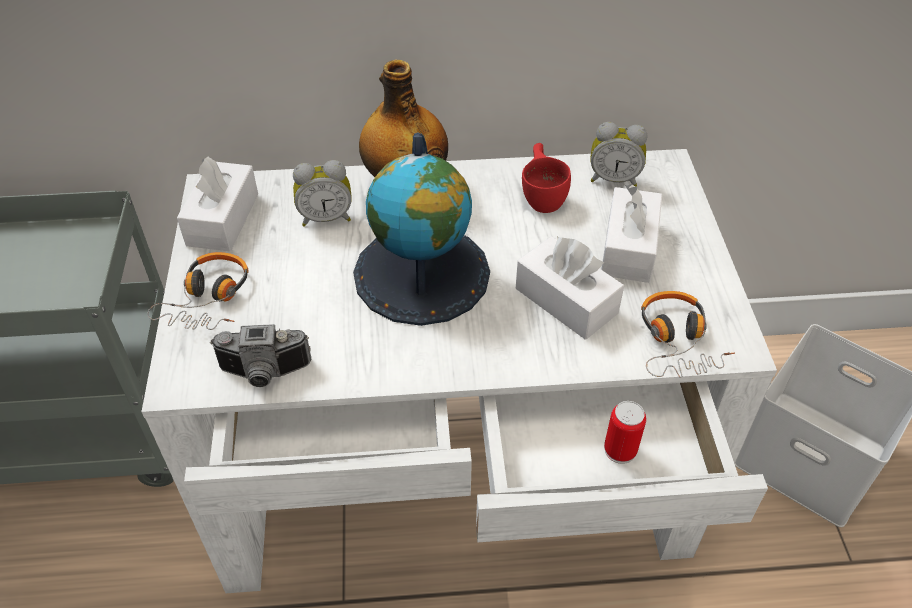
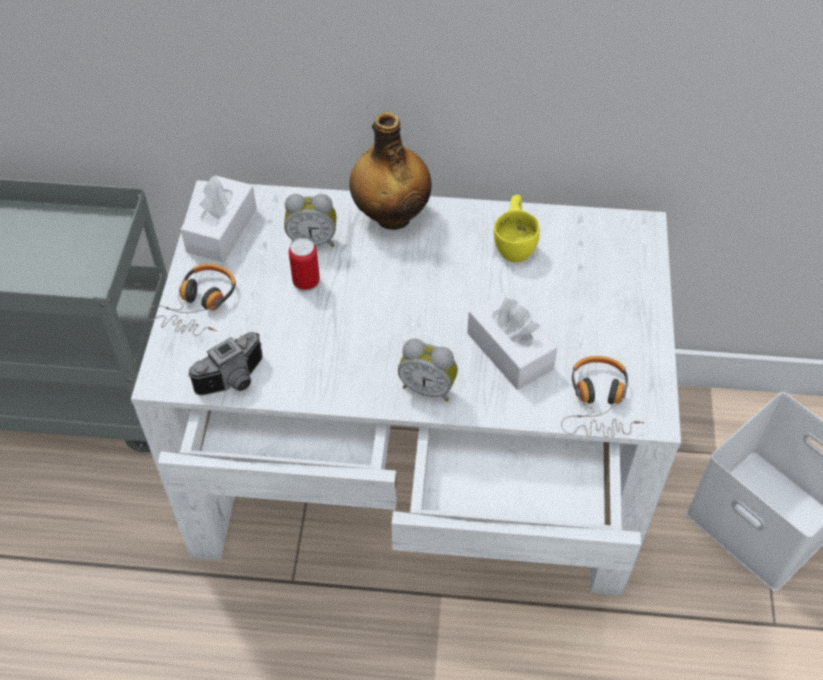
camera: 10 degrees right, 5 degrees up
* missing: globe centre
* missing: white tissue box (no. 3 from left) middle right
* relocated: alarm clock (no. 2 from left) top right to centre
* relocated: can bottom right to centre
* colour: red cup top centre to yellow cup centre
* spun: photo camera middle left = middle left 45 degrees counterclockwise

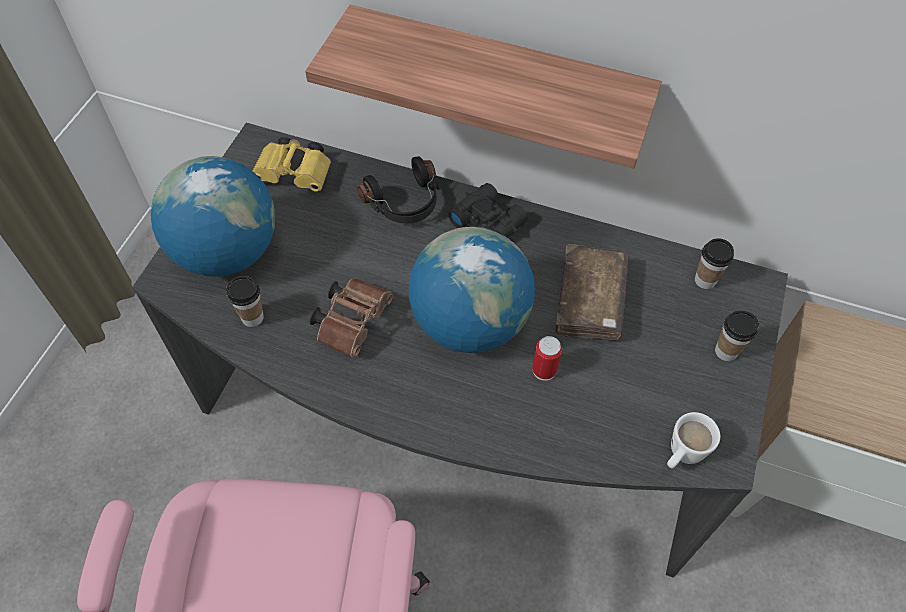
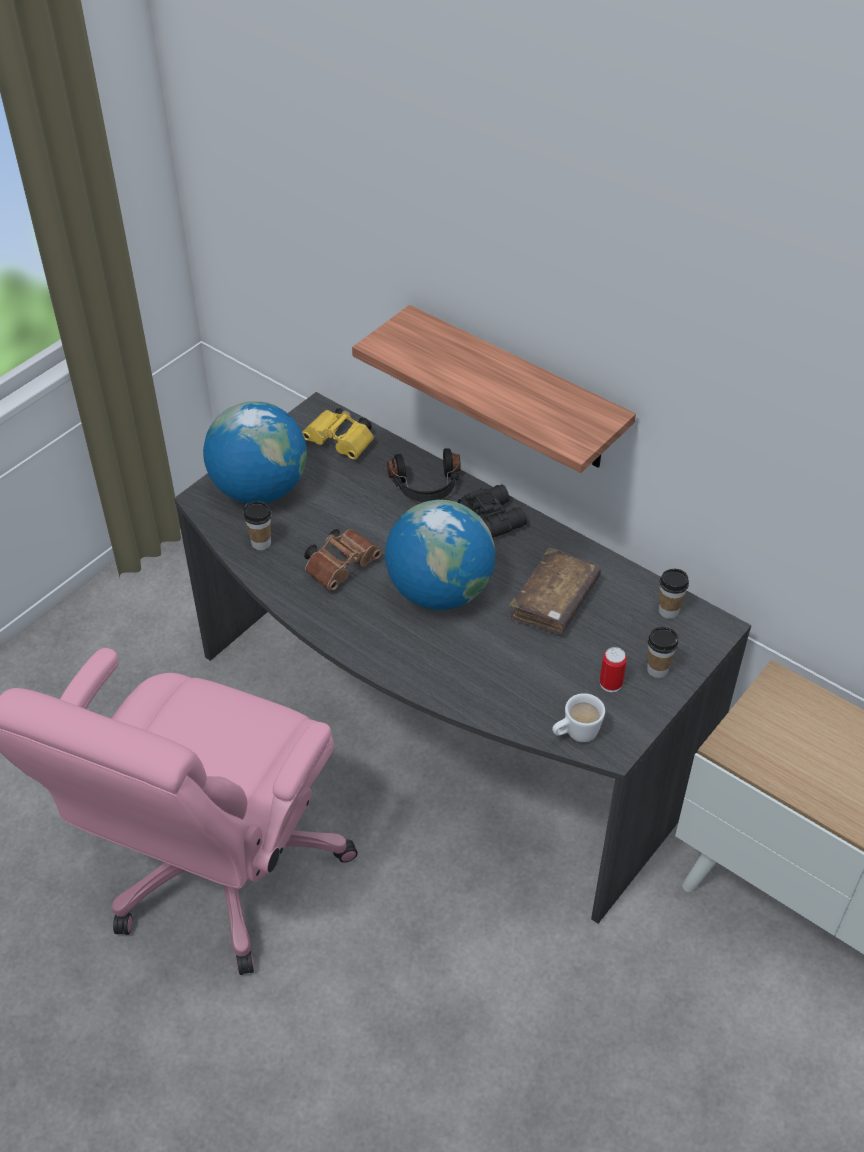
camera: 20 degrees right, 10 degrees down
* relocated: can centre to middle right

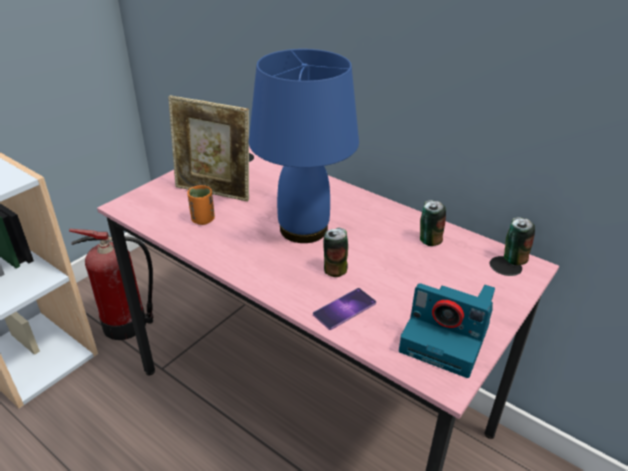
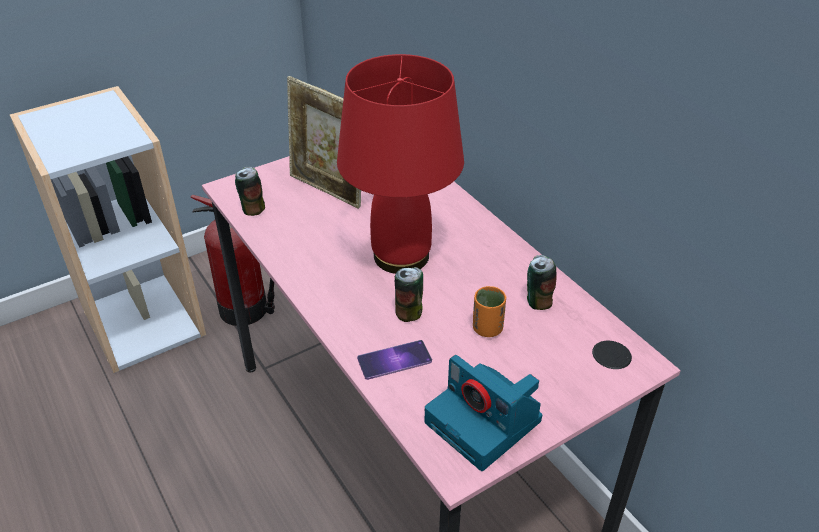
camera: 20 degrees right, 5 degrees up
* relocated: orange cup middle left to centre
* relocated: can (no. 3 from left in the first image) middle right to can (no. 1 from left) middle left
* colour: blue table lamp top centre to red table lamp top centre

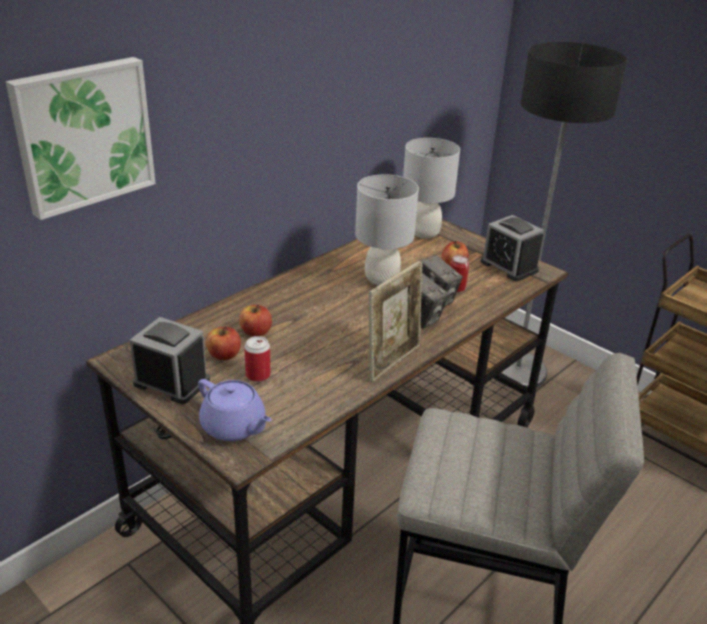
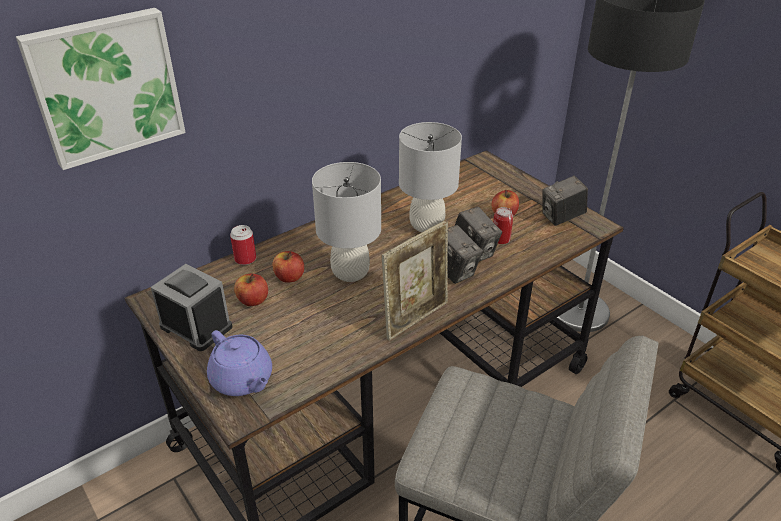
camera: 10 degrees right, 5 degrees up
* relocated: can (no. 1 from left) centre to middle left
* relocated: grey table lamp (no. 2 from left in the first image) top centre to grey table lamp (no. 1 from left) centre
* exchanged: alarm clock (no. 2 from left) middle right to photo camera (no. 3 from left) middle right

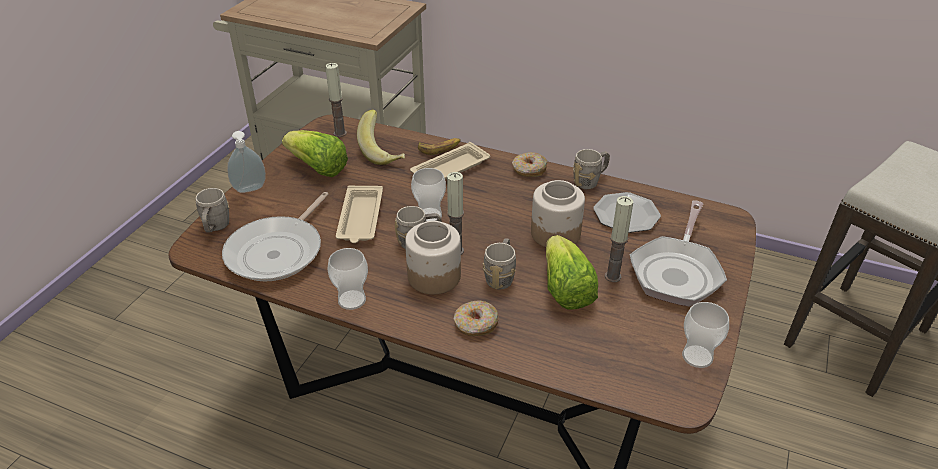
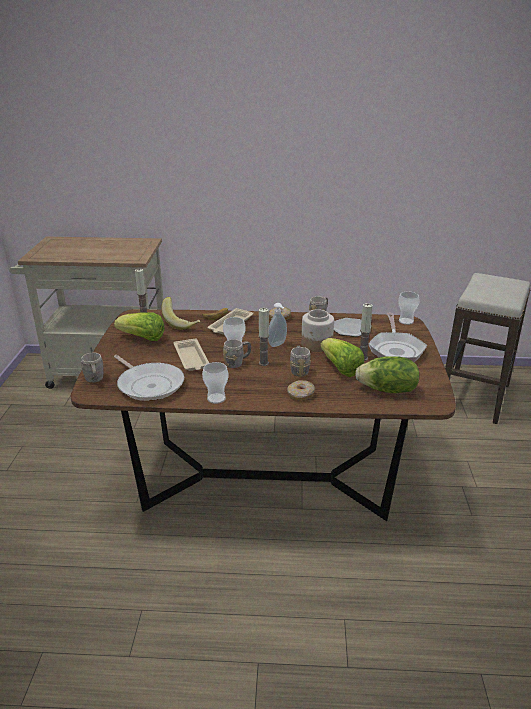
camera: 20 degrees left, 10 degrees down
* missing: jar (no. 1 from left) centre
* appeared: lettuce (no. 3 from left) middle right
* relocated: soap dispenser middle left to centre
* relocated: cup (no. 3 from left) bottom right to middle right
* spun: frying pan (no. 1 from left) middle left = middle left 45 degrees counterclockwise

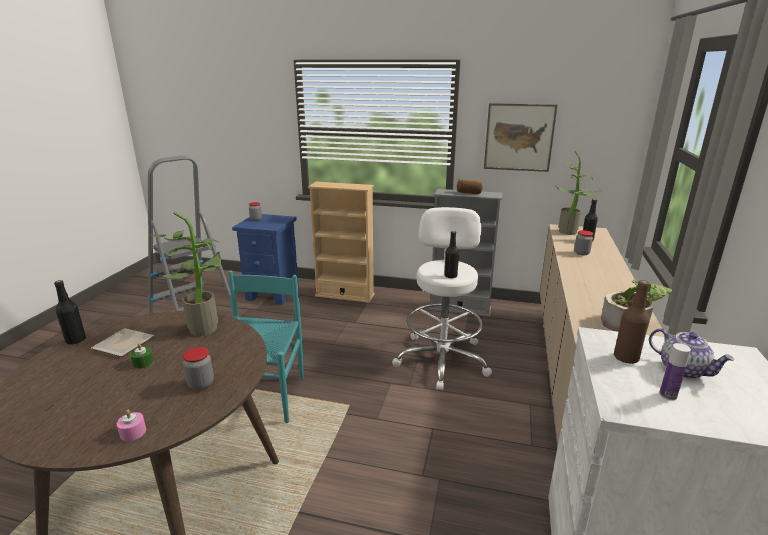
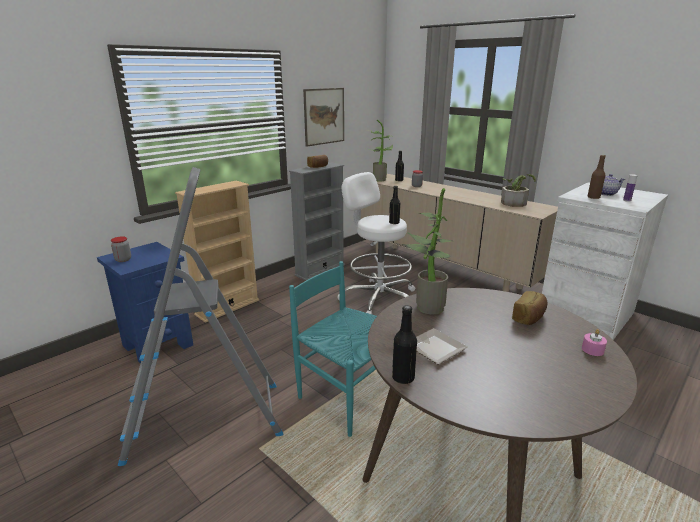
camera: 60 degrees left, 0 degrees up
* missing: green candle middle left
* exchanged: jar (no. 1 from left) bottom left to bread (no. 2 from left) middle right

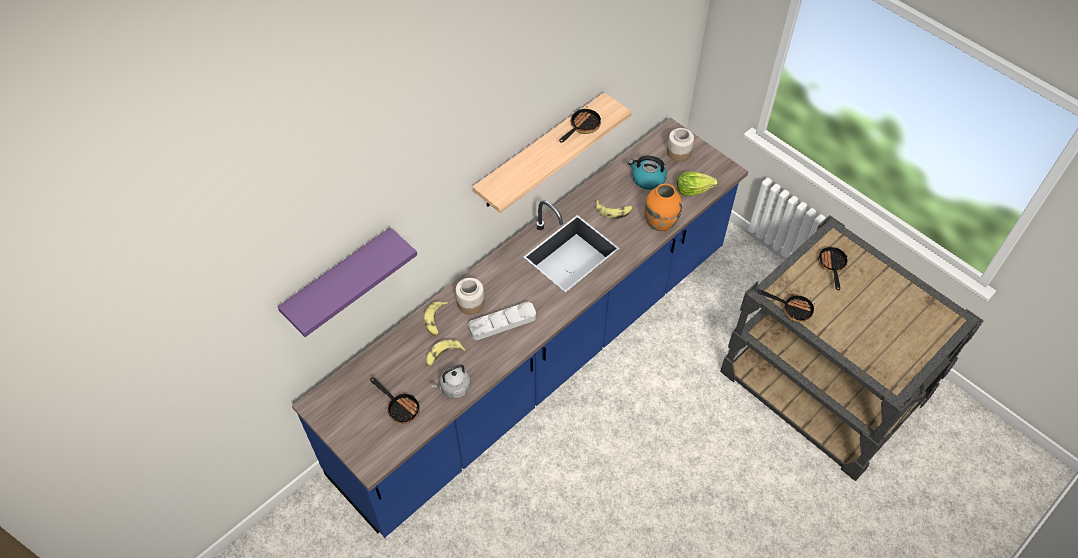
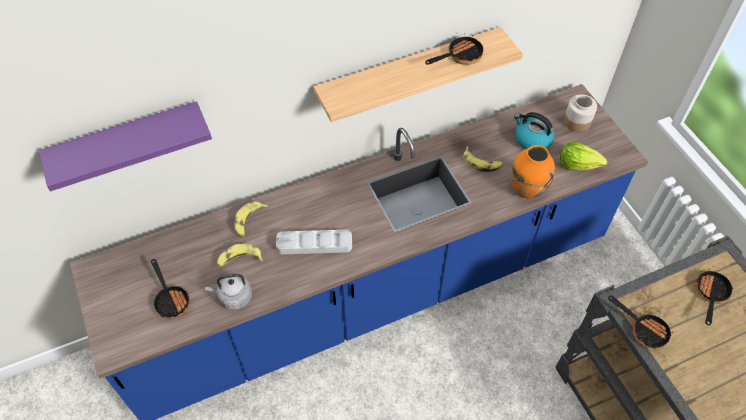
camera: 20 degrees right, 0 degrees up
* missing: jar (no. 1 from left) centre

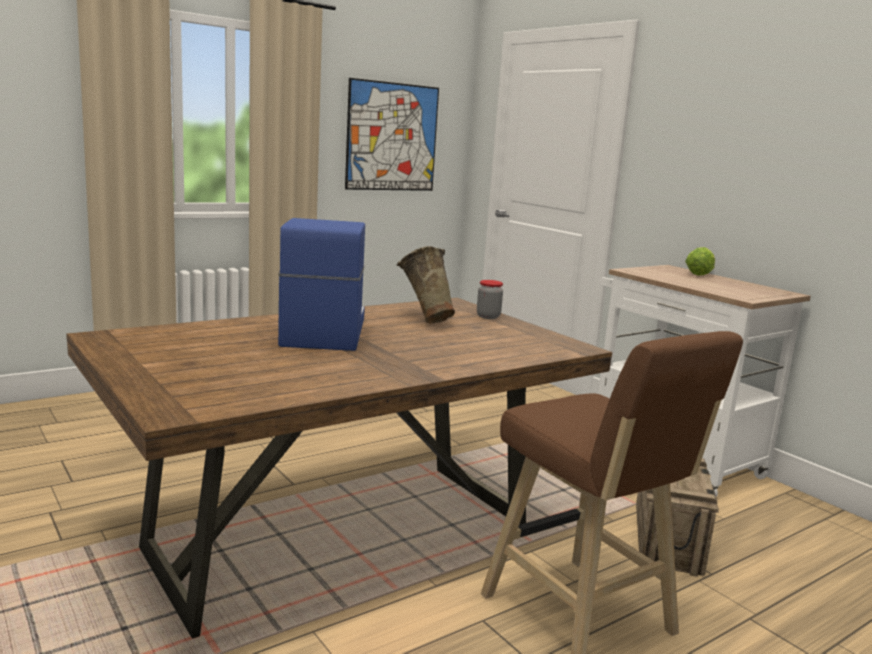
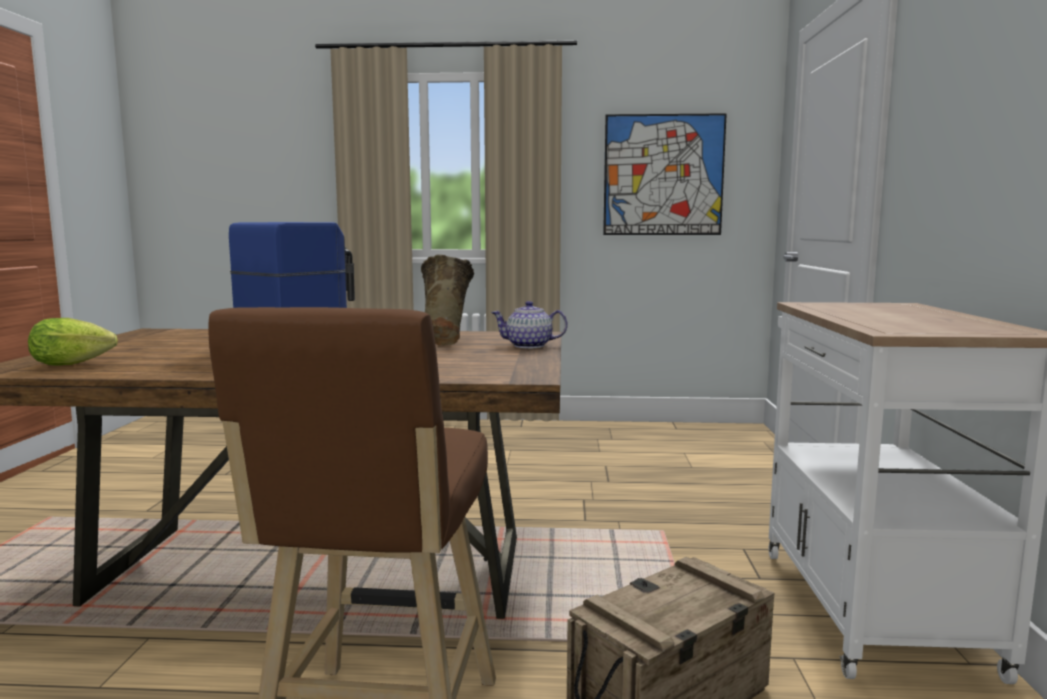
camera: 40 degrees right, 5 degrees down
* relocated: lettuce middle right to middle left
* exchanged: jar centre to teapot centre

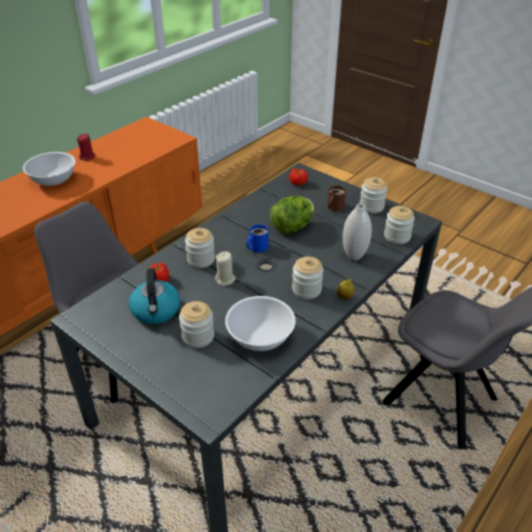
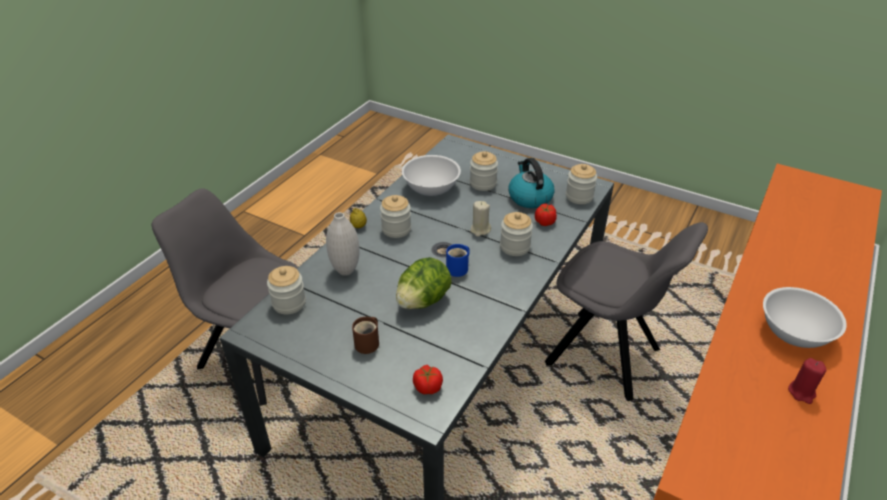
camera: 170 degrees right, 0 degrees up
* relocated: jar (no. 4 from left in the first image) middle right to jar (no. 5 from left) centre

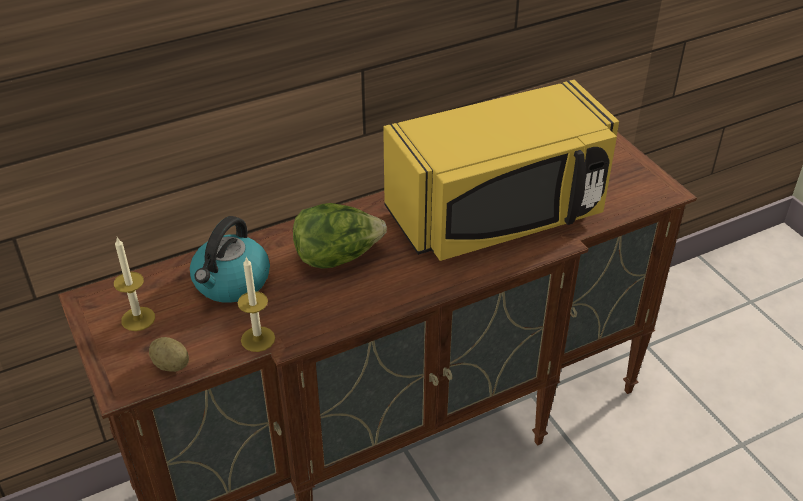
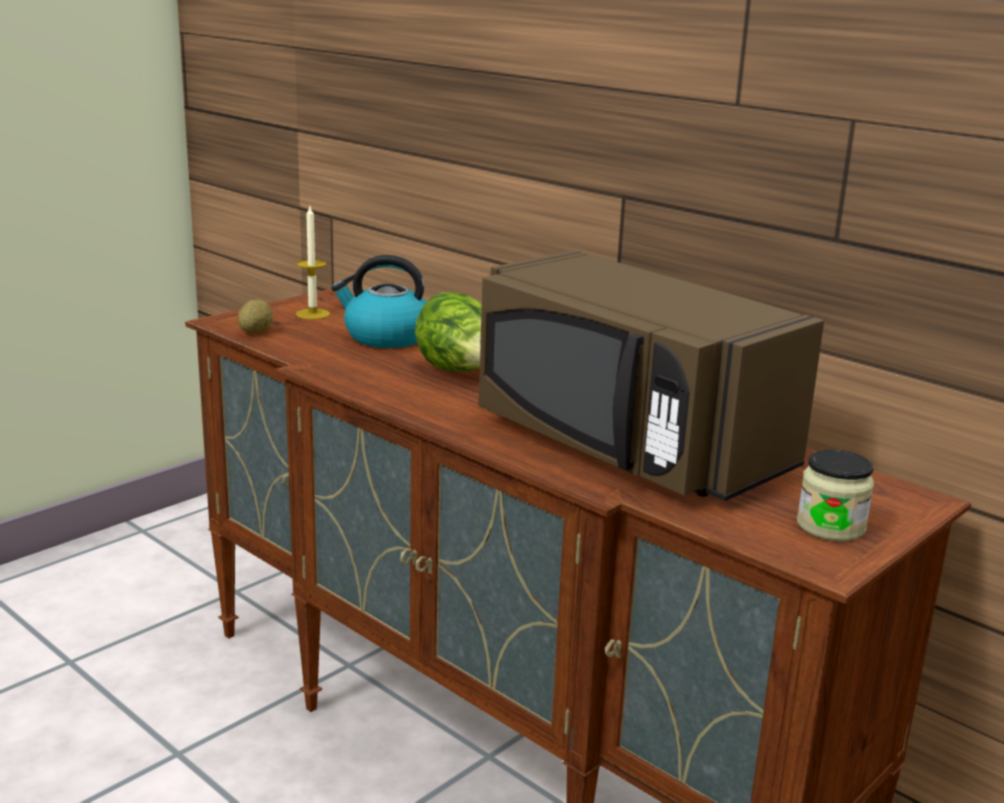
camera: 70 degrees right, 20 degrees down
* missing: candle (no. 2 from left) middle left
* appeared: jar middle right
* colour: yellow microwave centre to brown microwave centre

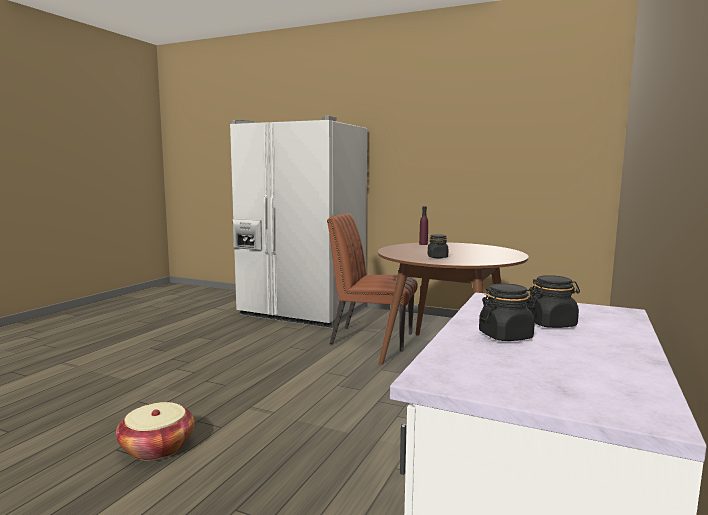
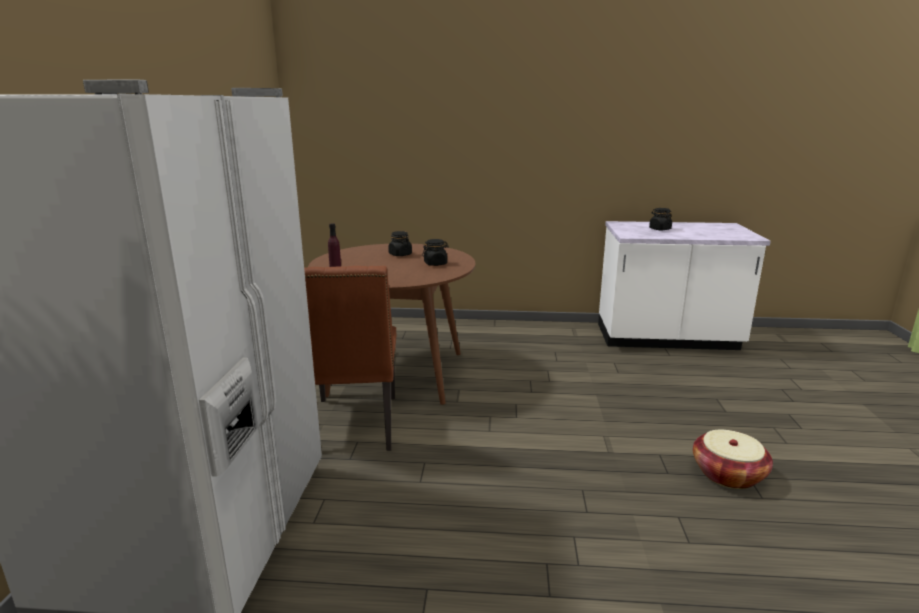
camera: 110 degrees left, 10 degrees up
* relocated: black jar (no. 2 from left in the first image) middle right to black jar (no. 1 from left) centre

